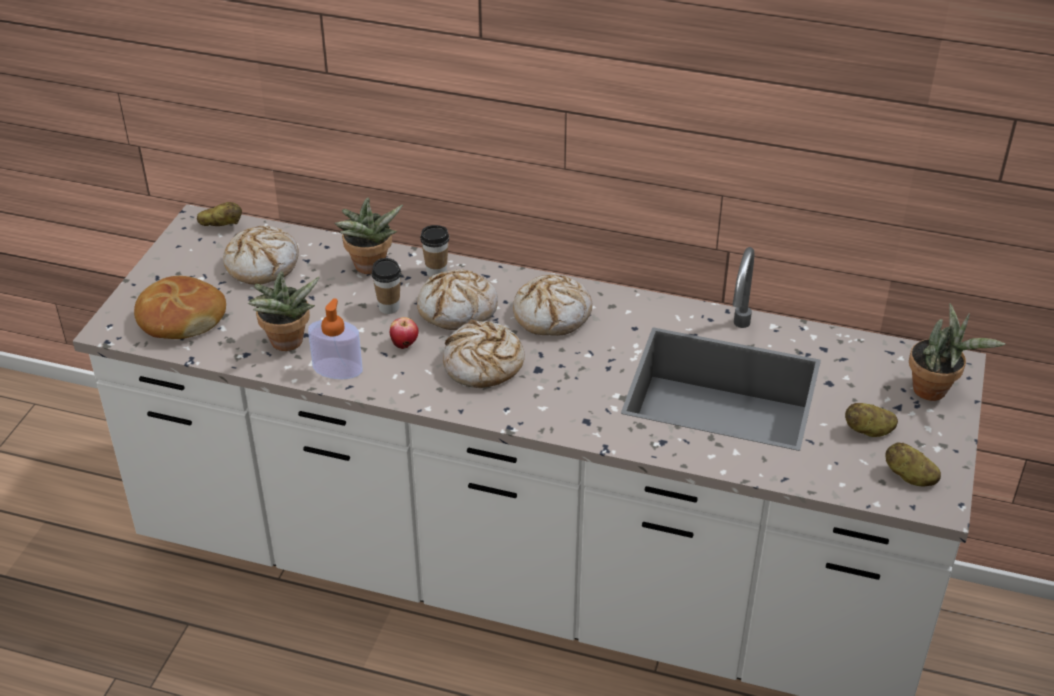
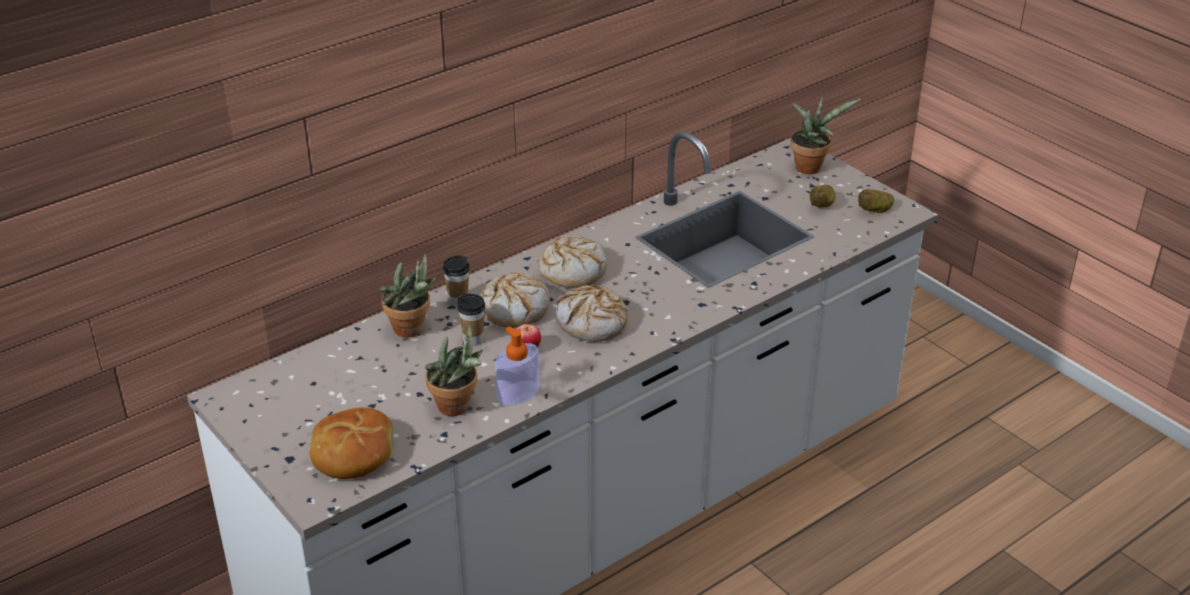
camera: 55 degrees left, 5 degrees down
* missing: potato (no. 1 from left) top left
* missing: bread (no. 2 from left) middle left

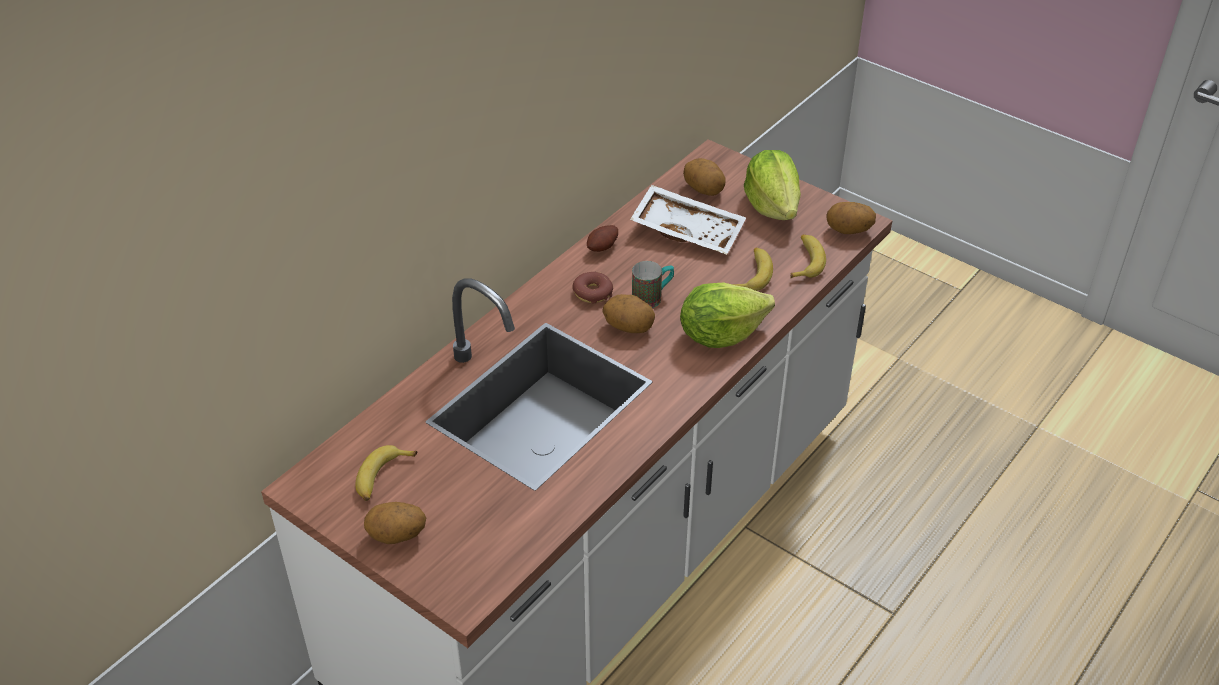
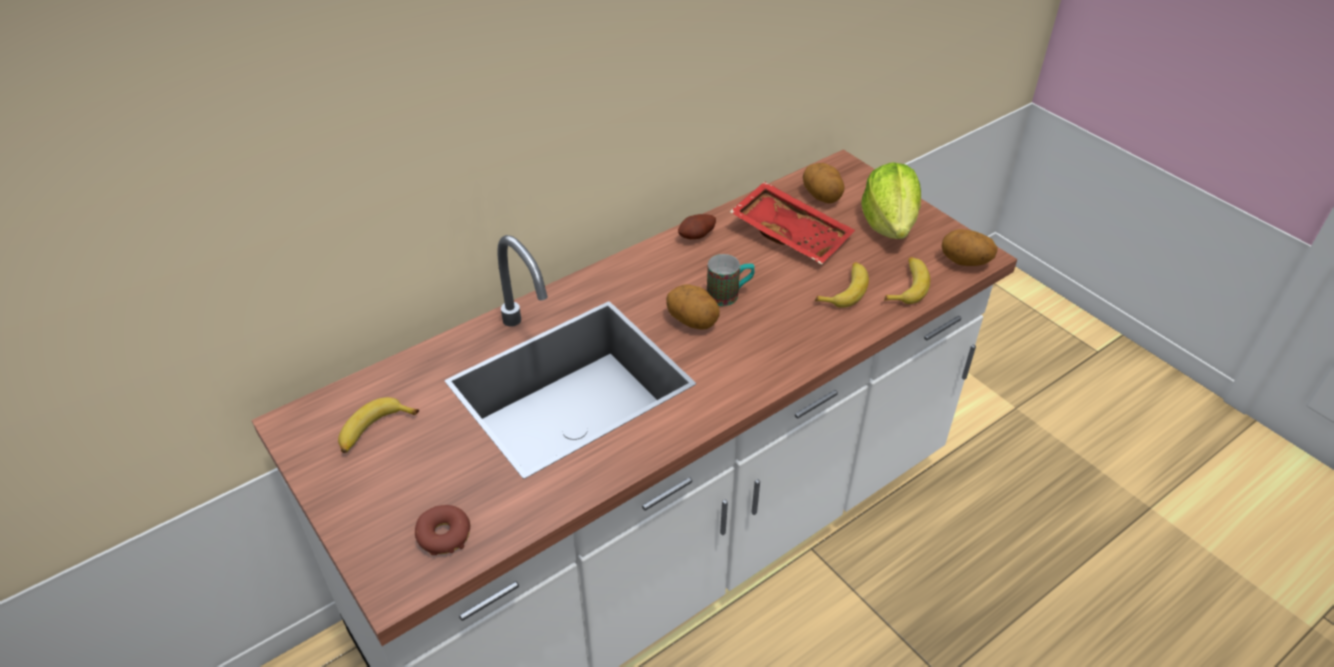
camera: 15 degrees right, 0 degrees up
* missing: potato (no. 1 from left) bottom left
* missing: lettuce (no. 1 from left) centre
* relocated: donut centre to bottom left
* colour: white tray top centre to red tray top centre

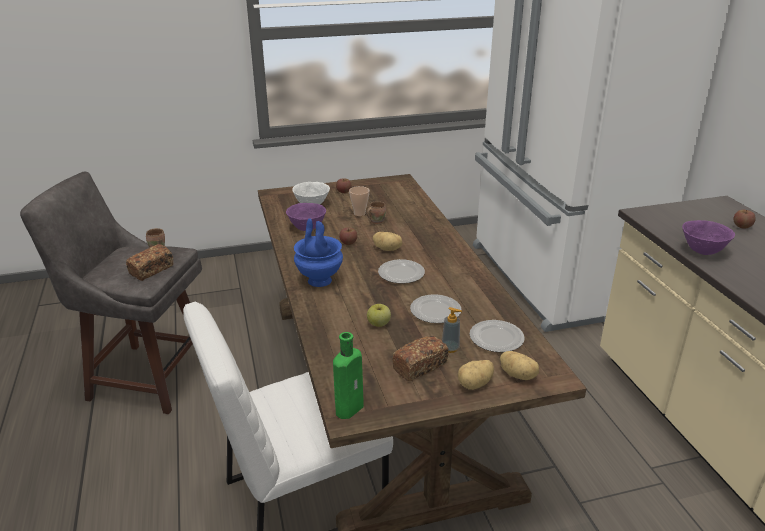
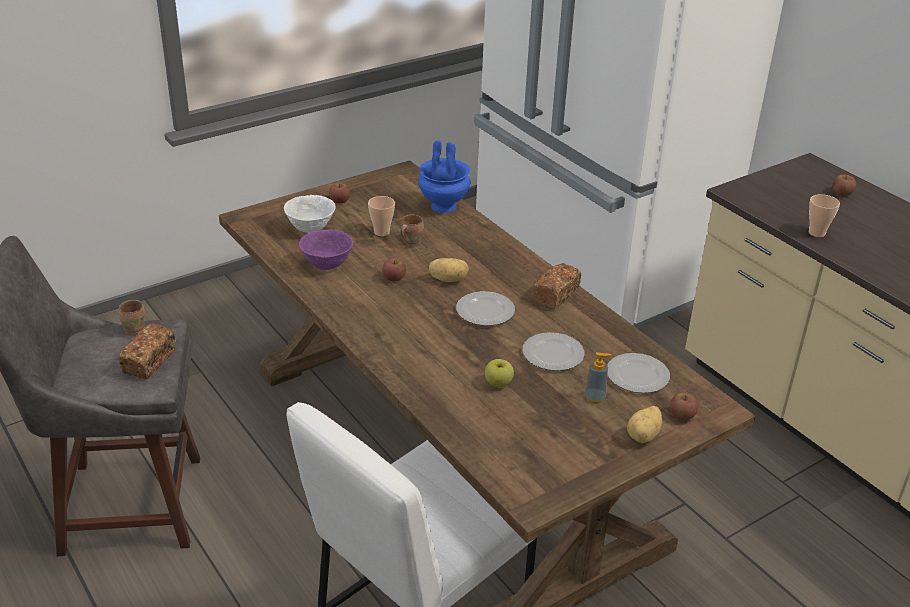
camera: 20 degrees left, 5 degrees up
* missing: green bottle bottom centre
* relocated: blue vase centre to top centre
* relocated: bread (no. 2 from left) bottom centre to centre
* exchanged: potato (no. 3 from left) bottom right to apple (no. 4 from left) bottom right
* exchanged: purple bowl (no. 2 from left) middle right to cup (no. 2 from left) middle right

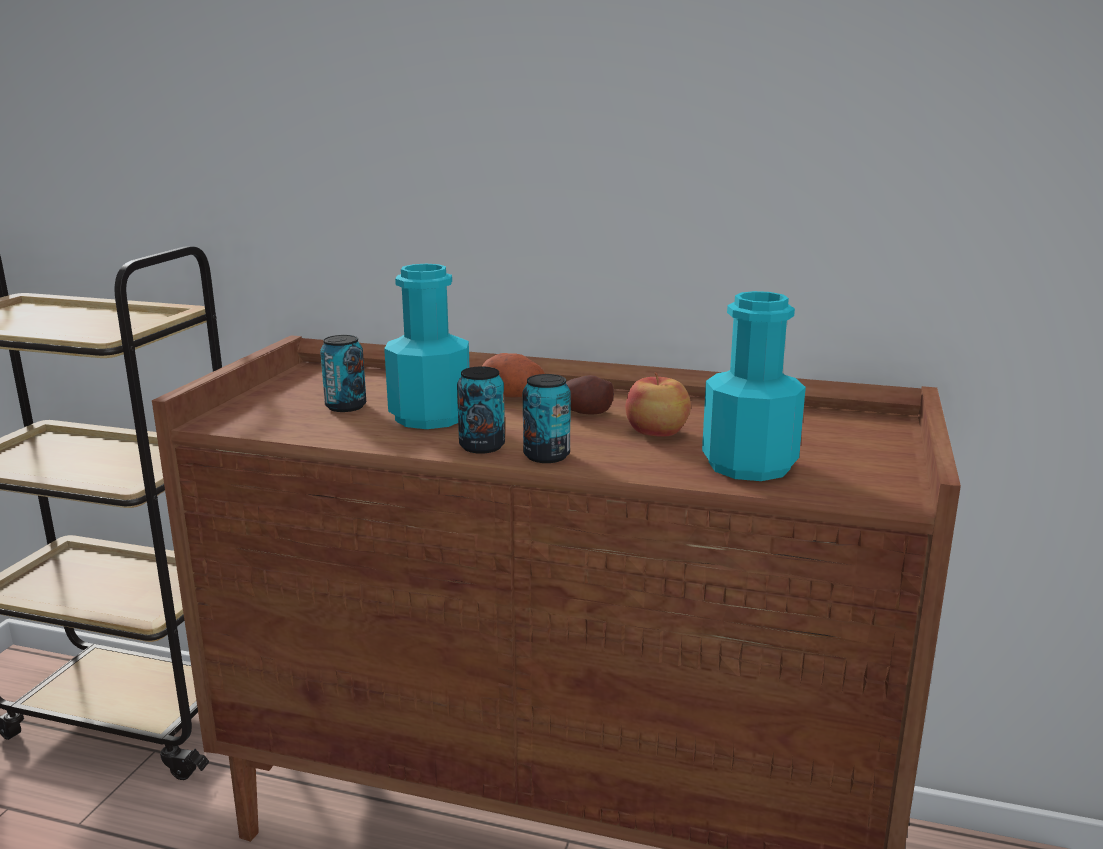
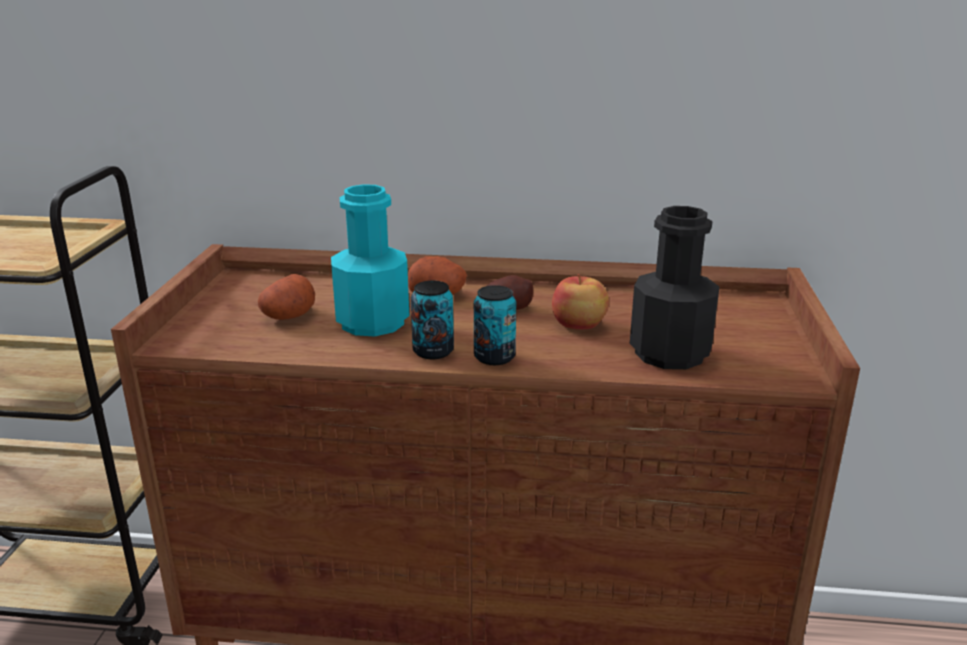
camera: 10 degrees left, 5 degrees up
* exchanged: can (no. 1 from left) middle left to potato (no. 1 from left) middle left
* colour: turquoise bottle (no. 2 from left) middle right to black bottle middle right

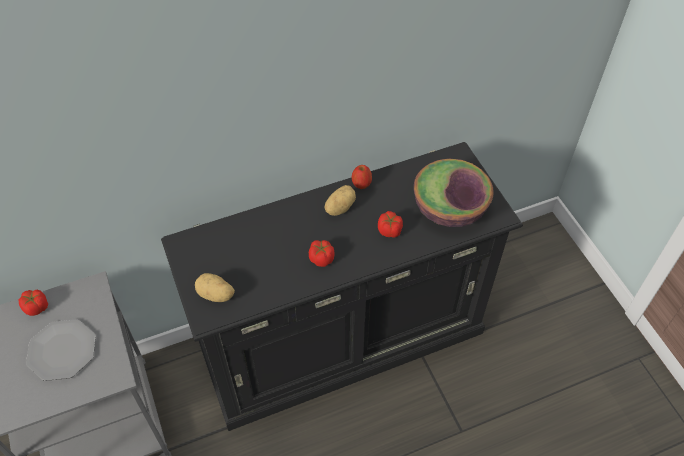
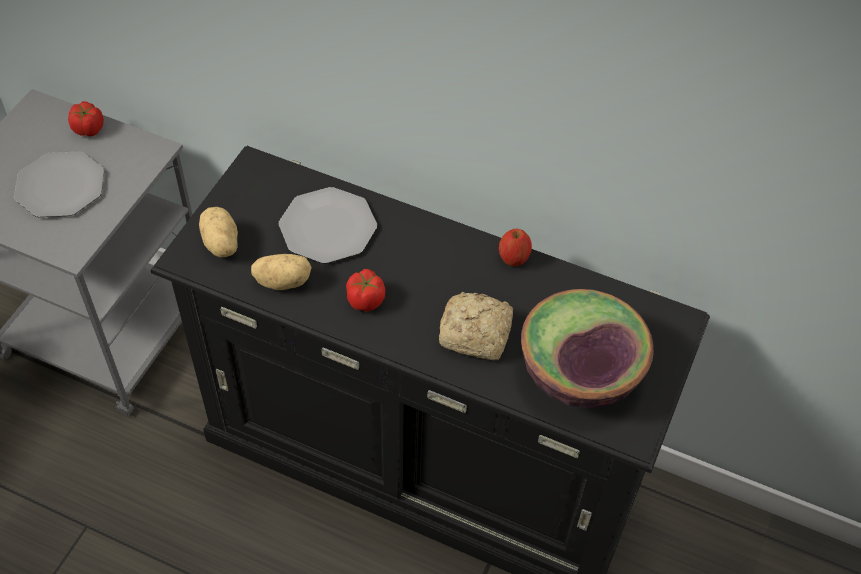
camera: 45 degrees right, 0 degrees up
* appeared: plate (no. 2 from left) centre
* relocated: potato (no. 2 from left) centre to middle left
* exchanged: tomato (no. 3 from left) centre to bread centre

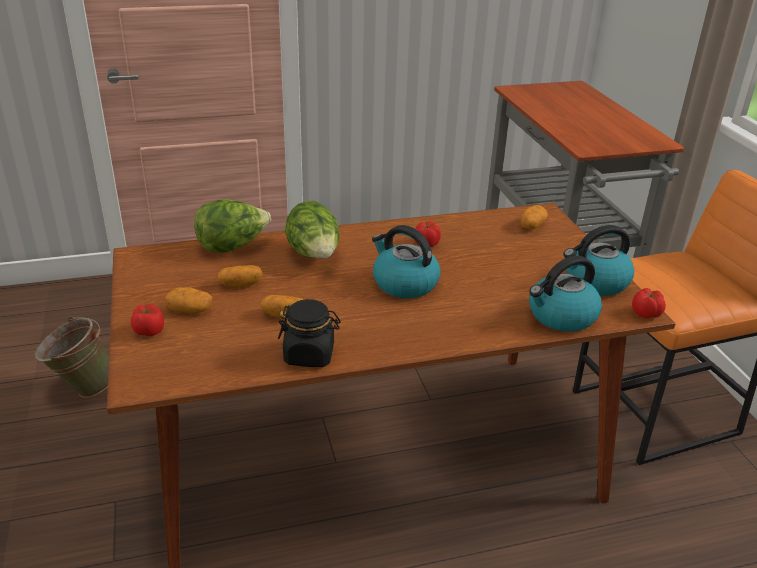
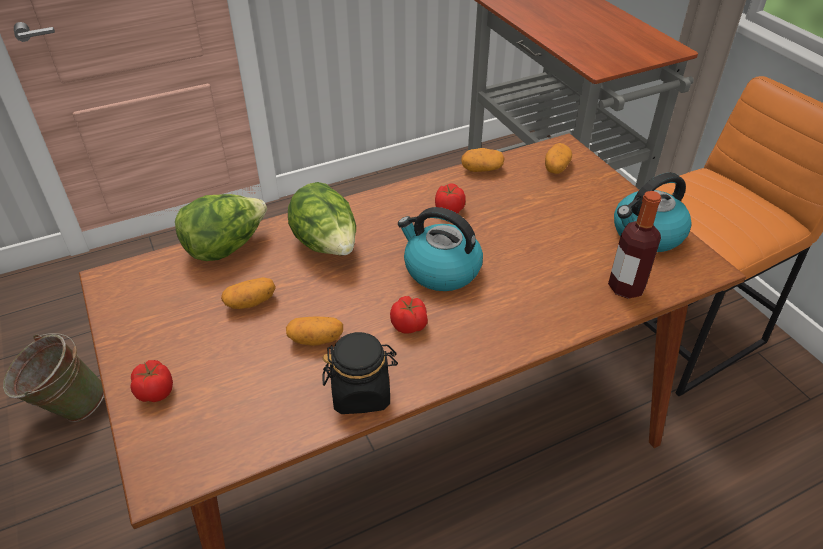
camera: 10 degrees left, 10 degrees up
* relocated: potato (no. 1 from left in the first image) middle left to potato (no. 3 from left) top centre
* relocated: tomato (no. 3 from left in the first image) middle right to tomato (no. 2 from left) centre
* exchanged: kettle (no. 2 from left) middle right to bottle middle right

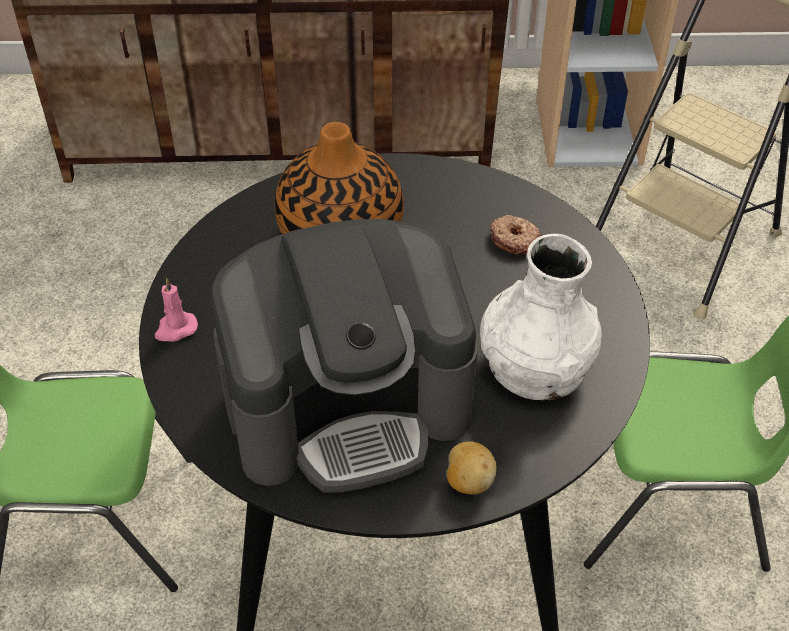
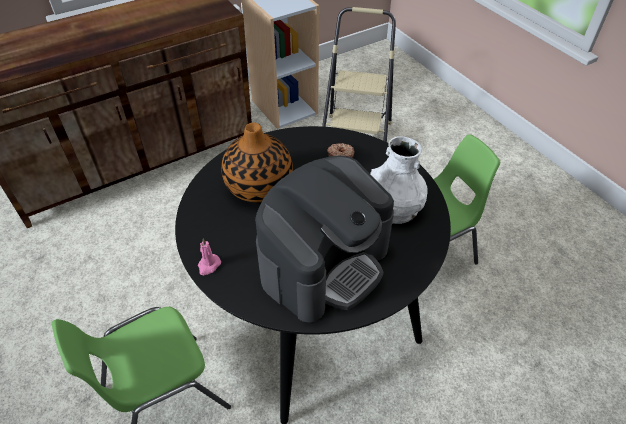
camera: 30 degrees left, 0 degrees up
* missing: potato bottom centre

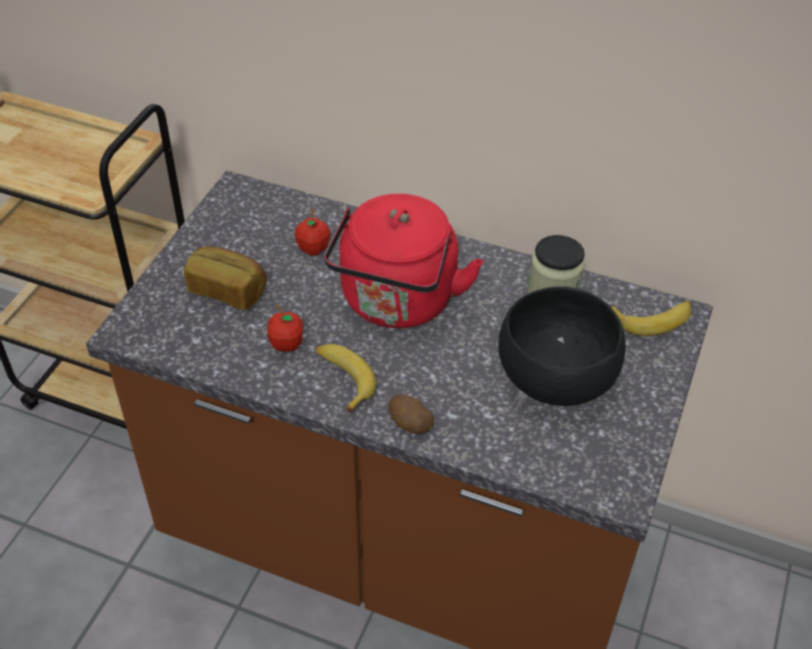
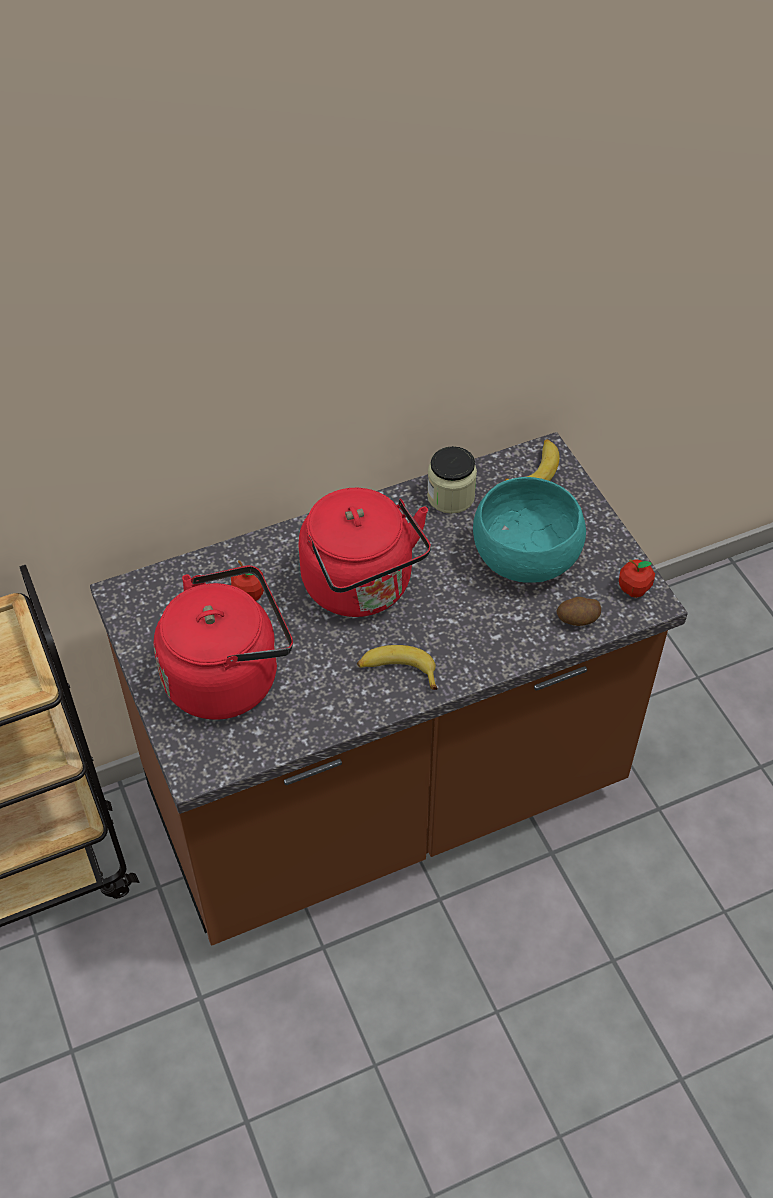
camera: 45 degrees left, 5 degrees up
* relocated: apple (no. 1 from left in the first image) centre to apple (no. 2 from left) middle right
* relocated: potato centre to middle right
* exchanged: bread middle left to red kettle (no. 1 from left) middle left
* colour: black bowl middle right to turquoise bowl middle right

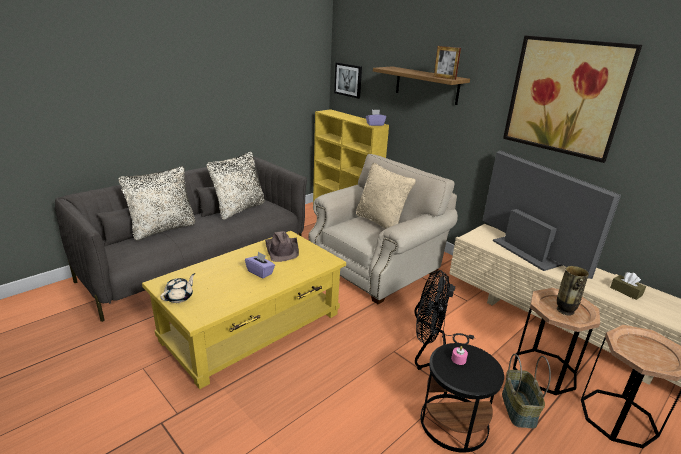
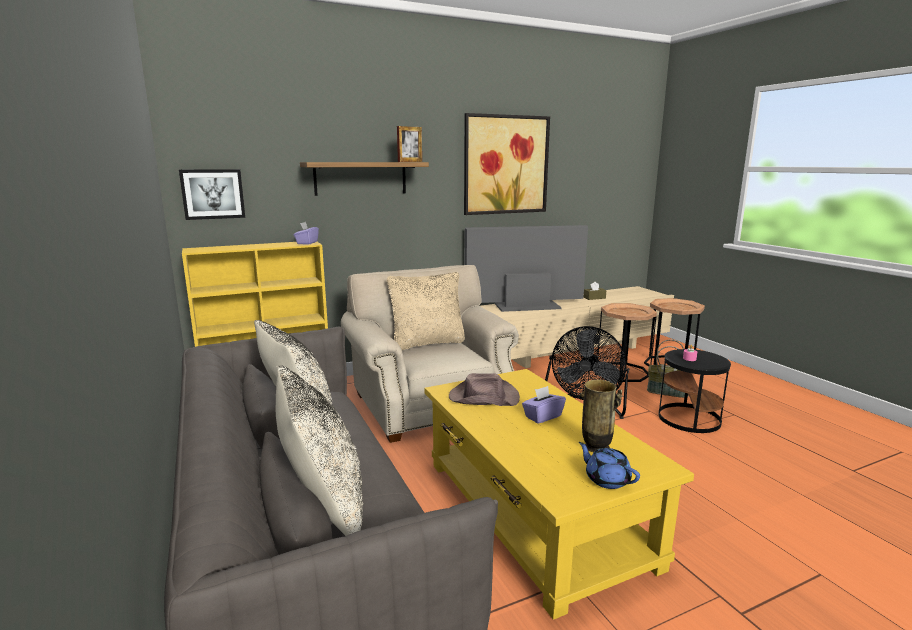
camera: 70 degrees left, 10 degrees down
* relocated: vase middle right to centre
* colour: beige teapot middle left to blue teapot bottom right

